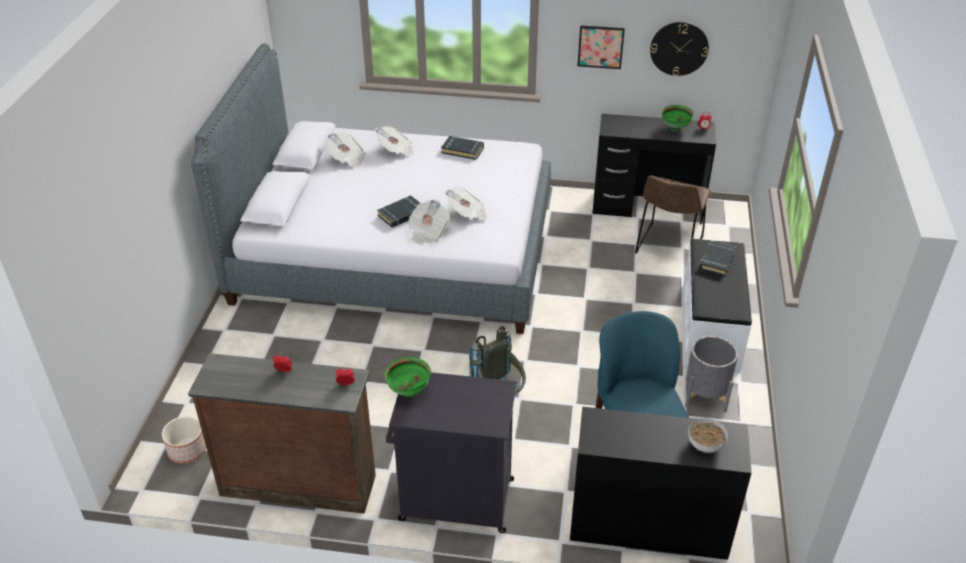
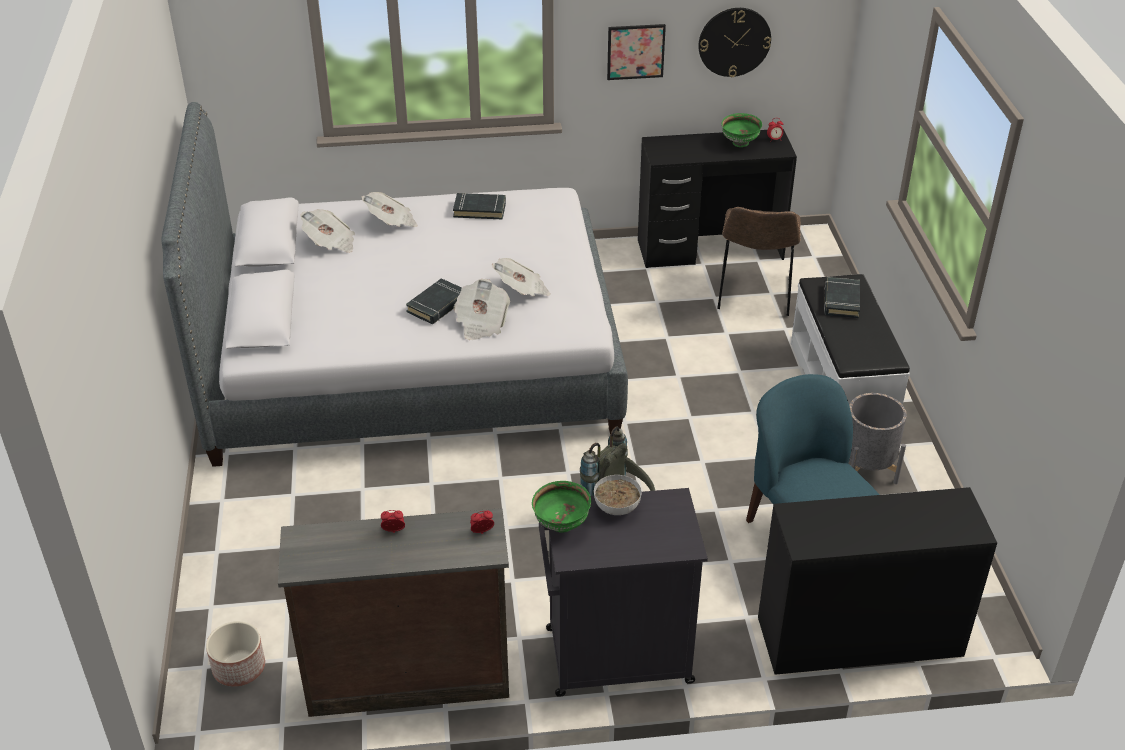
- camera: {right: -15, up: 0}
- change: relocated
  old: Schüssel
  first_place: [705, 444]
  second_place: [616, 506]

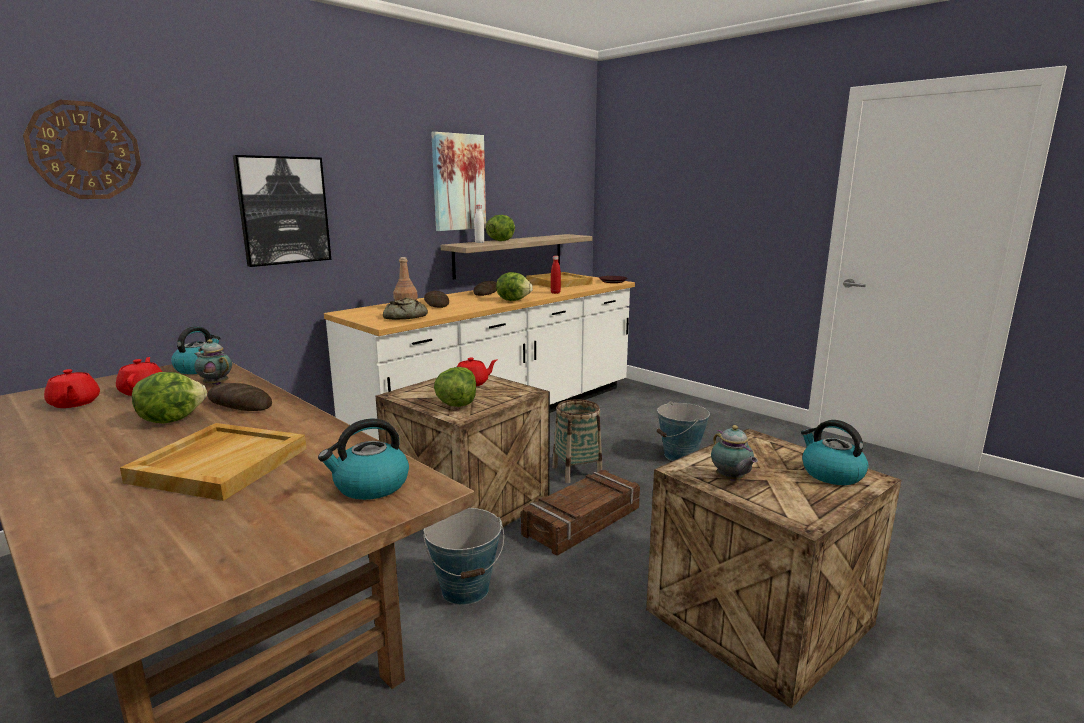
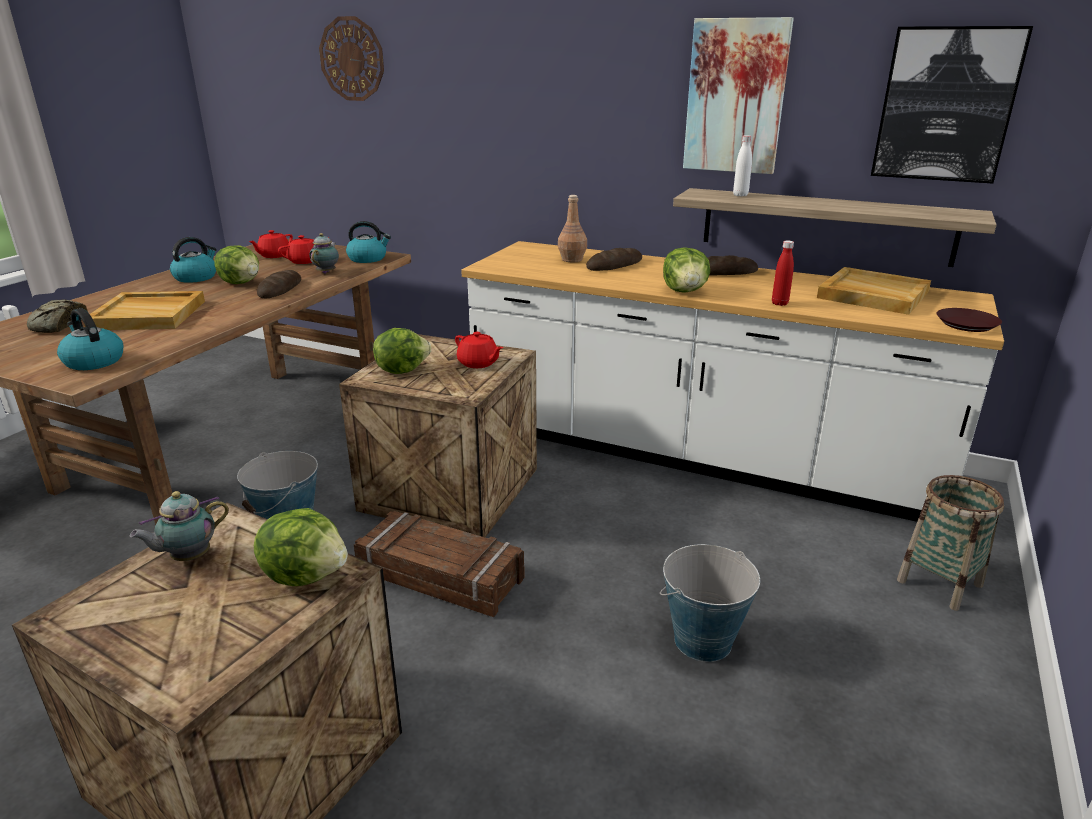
- camera: {right: 70, up: 10}
- change: relocated
  old: Bild
  first_place: [283, 210]
  second_place: [946, 105]
- change: relocated
  old: Brot
  first_place: [404, 317]
  second_place: [57, 325]
- change: relocated
  old: Salatkopf
  first_place: [500, 241]
  second_place: [306, 574]
- change: relocated
  old: Korb
  first_place: [577, 471]
  second_place: [939, 583]
- change: relocated
  old: Wasserkessel
  first_place: [831, 474]
  second_place: [196, 277]

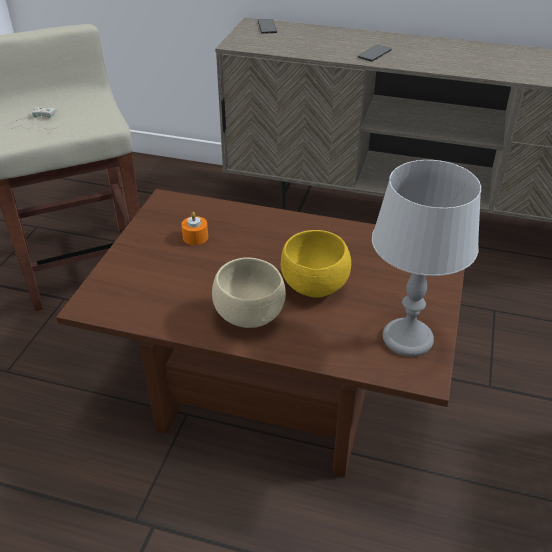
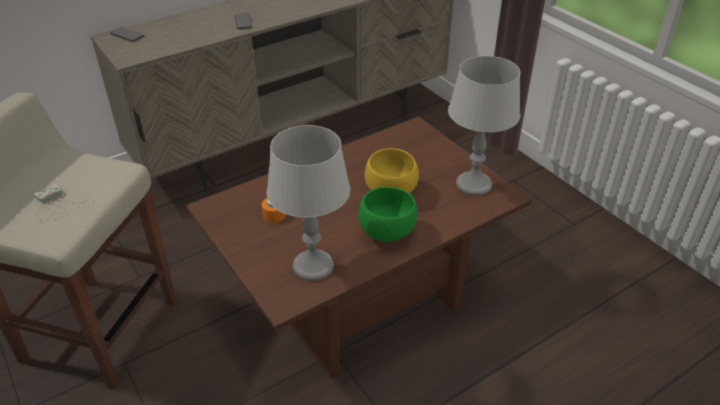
- camera: {right: -50, up: 0}
- change: colour
  old: Schüssel/beige
  new: Schüssel/grün
  first_place: [251, 316]
  second_place: [386, 232]
- change: appeared
  new: Tischlampe/grau
  second_place: [313, 267]

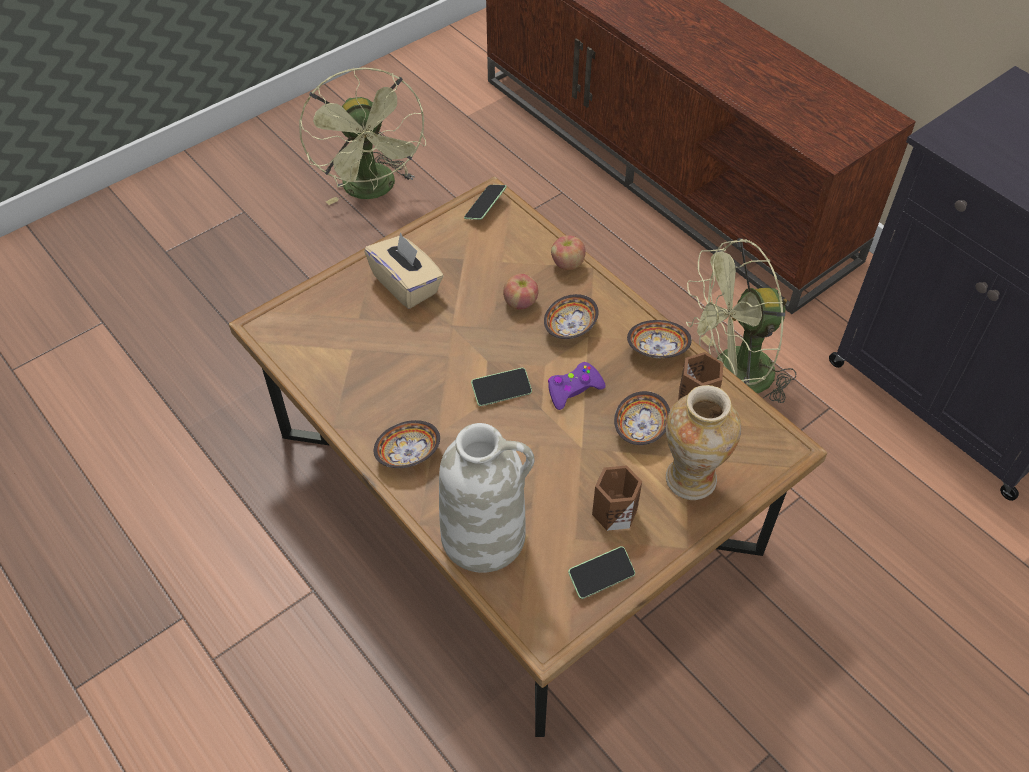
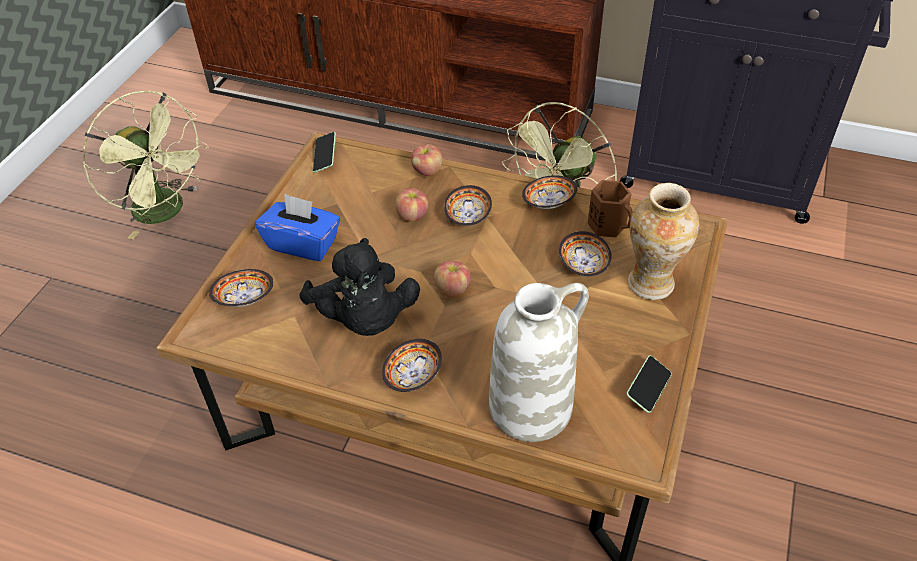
- camera: {right: -30, up: -5}
- change: colour
  old: Taschentuchbox/beige
  new: Taschentuchbox/blau
  first_place: [406, 285]
  second_place: [303, 244]
- change: exchanged
  old: Handy
  new: Apfel
  first_place: [501, 392]
  second_place: [452, 289]
- change: missing
  old: Gamepad/lila
  first_place: [573, 389]
- change: missing
  old: Henkelbecher/braun
  first_place: [612, 510]
- change: appeared
  new: Schüssel
  second_place: [245, 299]
- change: appeared
  new: Plüschtier/schwarz
  second_place: [364, 319]

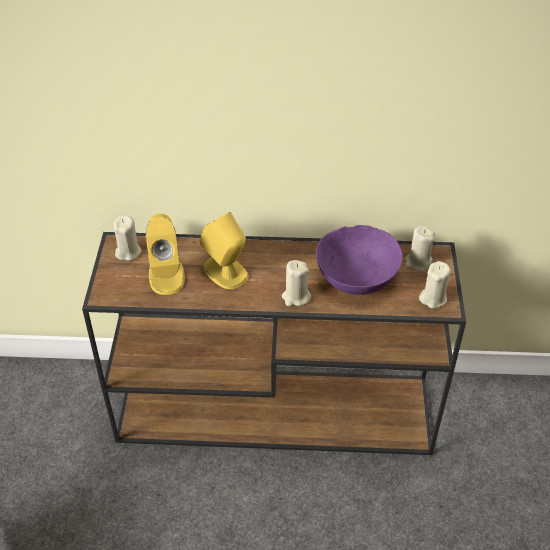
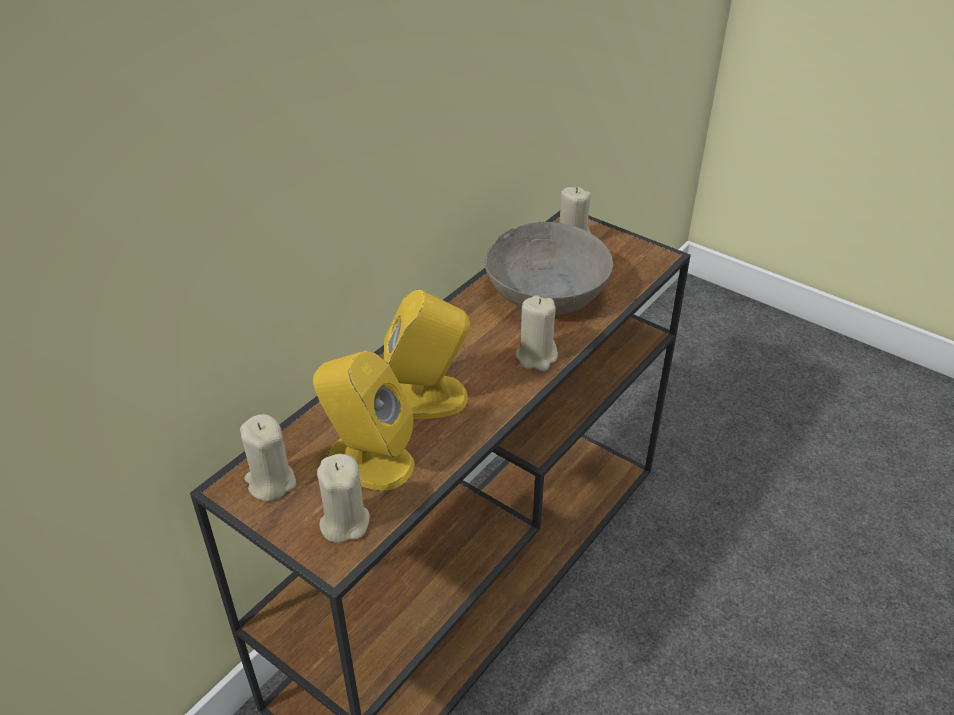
- camera: {right: -55, up: -5}
- change: colour
  old: Schüssel/lila
  new: Schüssel/grau
  first_place: [356, 275]
  second_place: [546, 293]
- change: relocated
  old: Kerze/beige
  first_place: [433, 298]
  second_place: [344, 522]

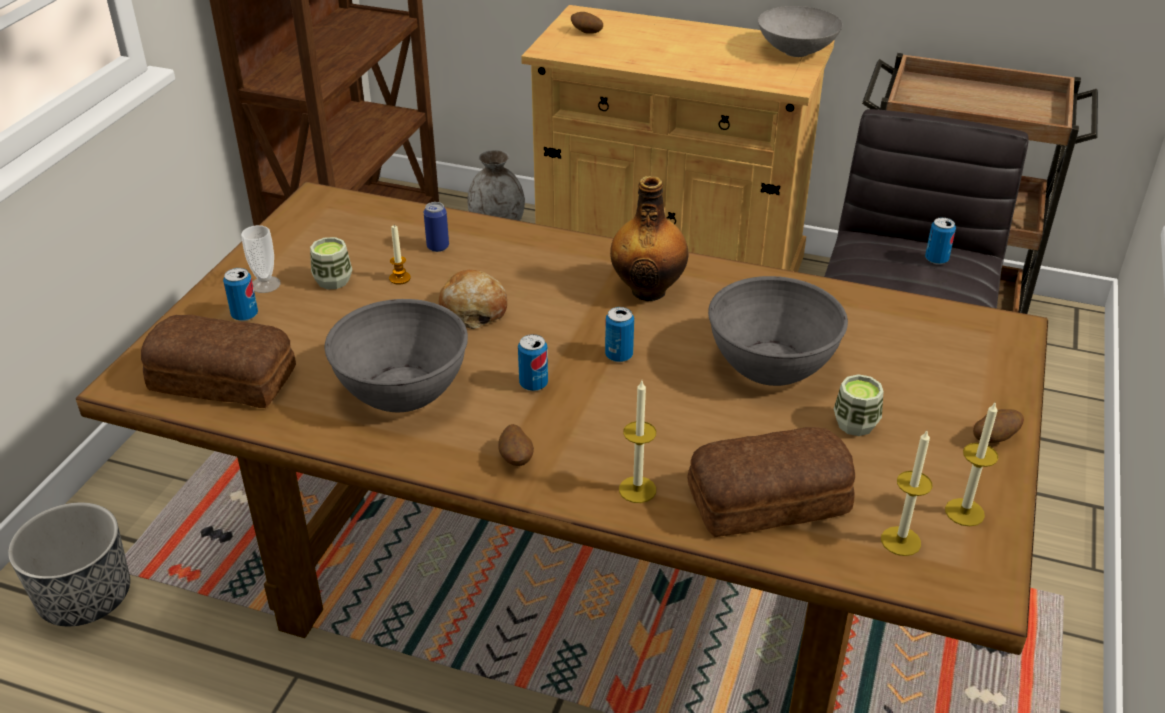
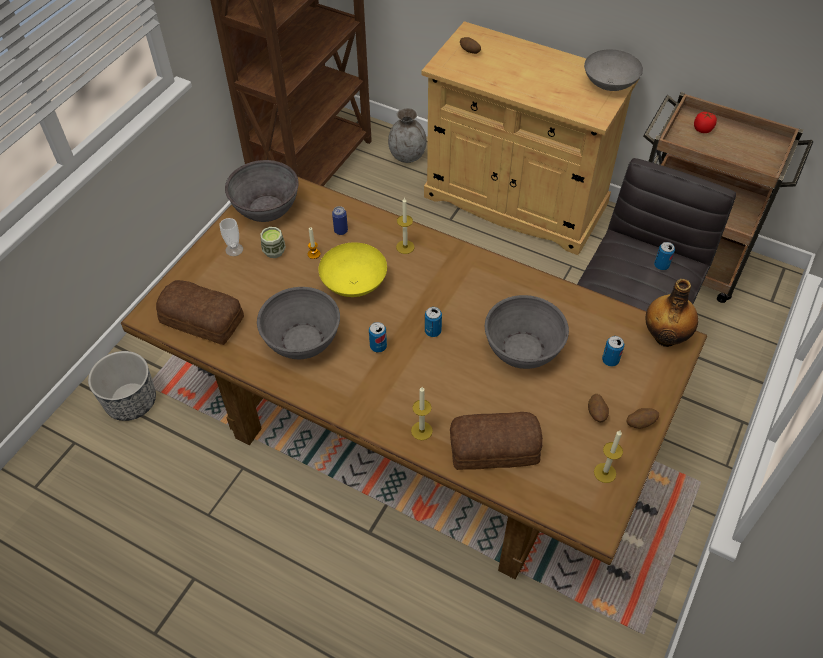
- camera: {right: 10, up: 15}
- change: relocated
  old: Dose
  first_place: [245, 315]
  second_place: [610, 360]
- change: exchanged
  old: Brot
  new: Schüssel/gelb
  first_place: [473, 310]
  second_place: [353, 285]
- change: relocated
  old: Kartoffel
  first_place: [516, 459]
  second_place: [596, 414]
- change: relocated
  old: Flasche
  first_place: [648, 290]
  second_place: [665, 336]
- change: missing
  old: Tasse
  first_place: [855, 424]
- change: relocated
  old: Kerze
  first_place: [900, 541]
  second_place: [405, 247]
- change: appeared
  new: Schüssel/grau
  second_place: [266, 208]
- change: appeared
  new: Tomate
  second_place: [702, 129]

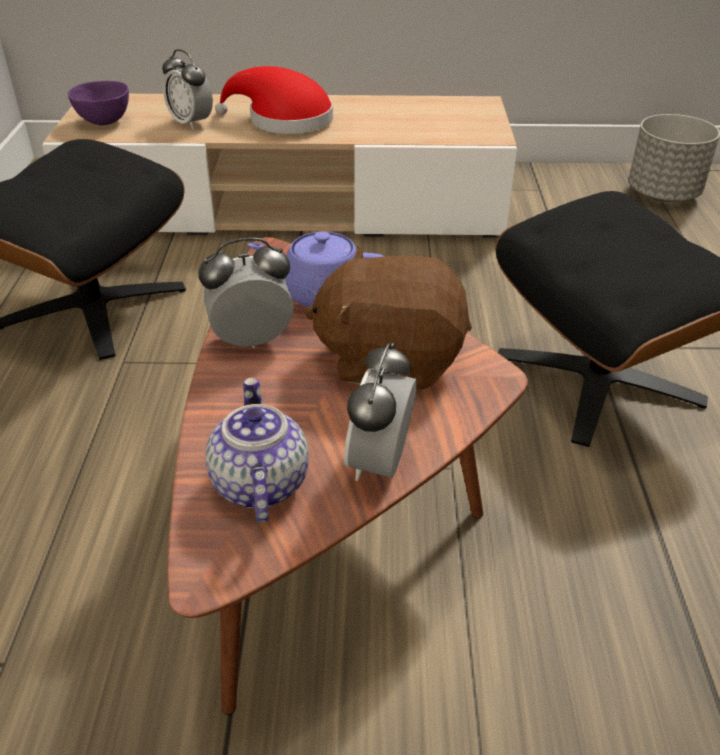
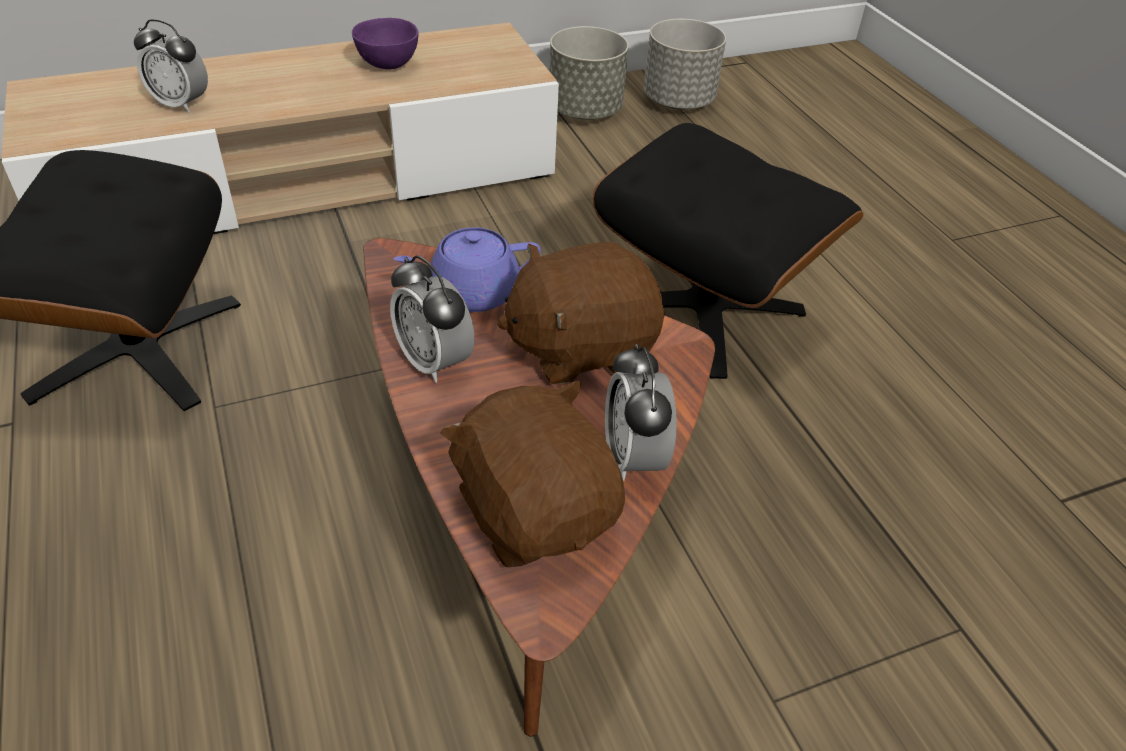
- camera: {right: -25, up: 5}
- change: relocated
  old: Schüssel/lila
  first_place: [104, 122]
  second_place: [388, 65]
- change: spun
  old: Wecker
  first_place: [252, 340]
  second_place: [434, 362]
  degrees: -90
- change: exchanged
  old: Teekanne
  new: Plüschtier/braun
  first_place: [258, 483]
  second_place: [535, 511]
- change: missing
  old: Hut/rot
  first_place: [283, 120]
- change: appeared
  new: Pflanzkübel/grau
  second_place: [585, 111]

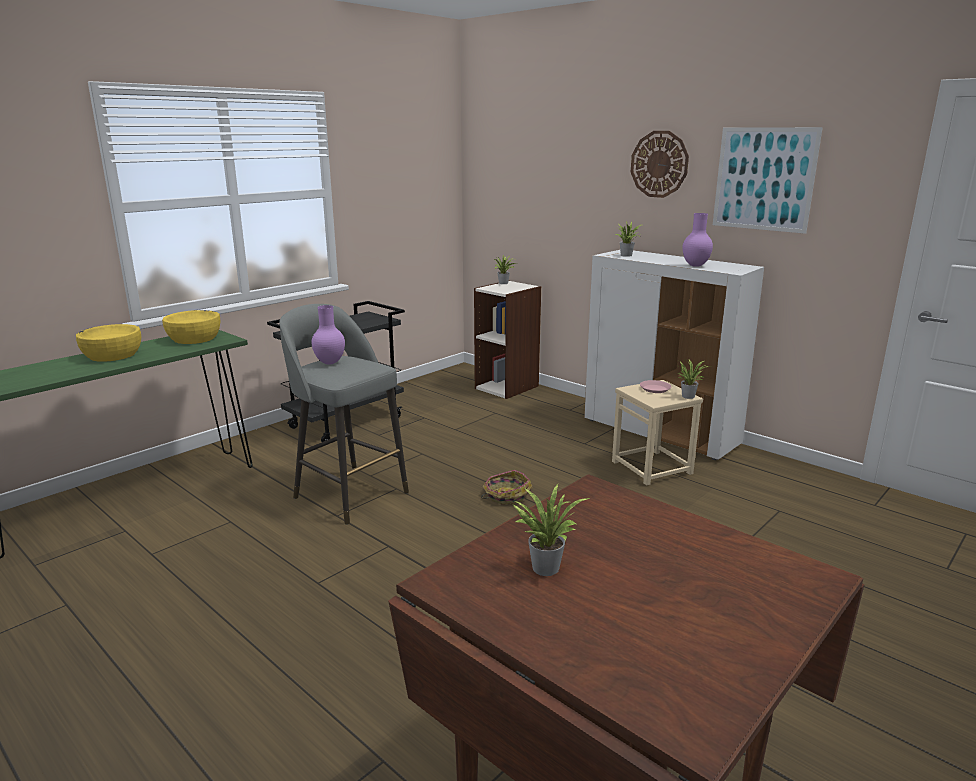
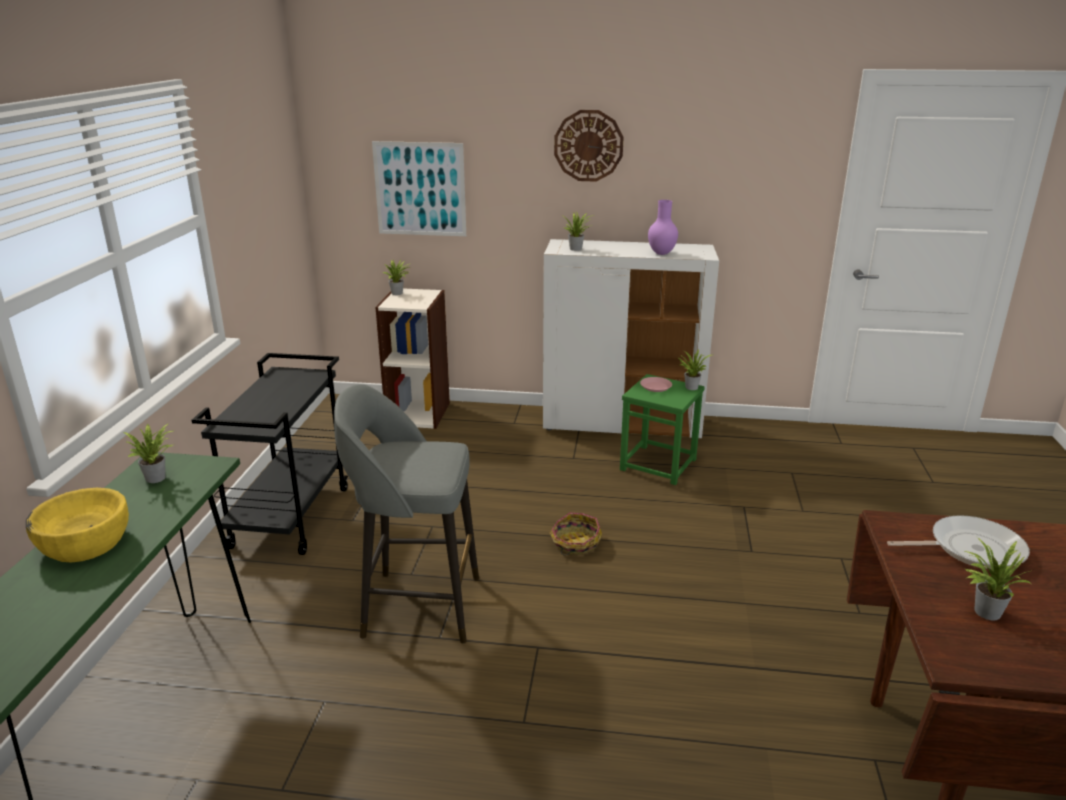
- camera: {right: -35, up: 5}
- change: exchanged
  old: Schüssel/gelb
  new: Topfpflanze
  first_place: [194, 338]
  second_place: [158, 477]
- change: missing
  old: Vase/lila
  first_place: [329, 363]
- change: colour
  old: Hocker/beige
  new: Hocker/grün
  first_place: [652, 467]
  second_place: [658, 464]
- change: relocated
  old: Bild
  first_place: [764, 179]
  second_place: [420, 189]
- change: appeared
  new: Pfanne
  second_place: [970, 549]

